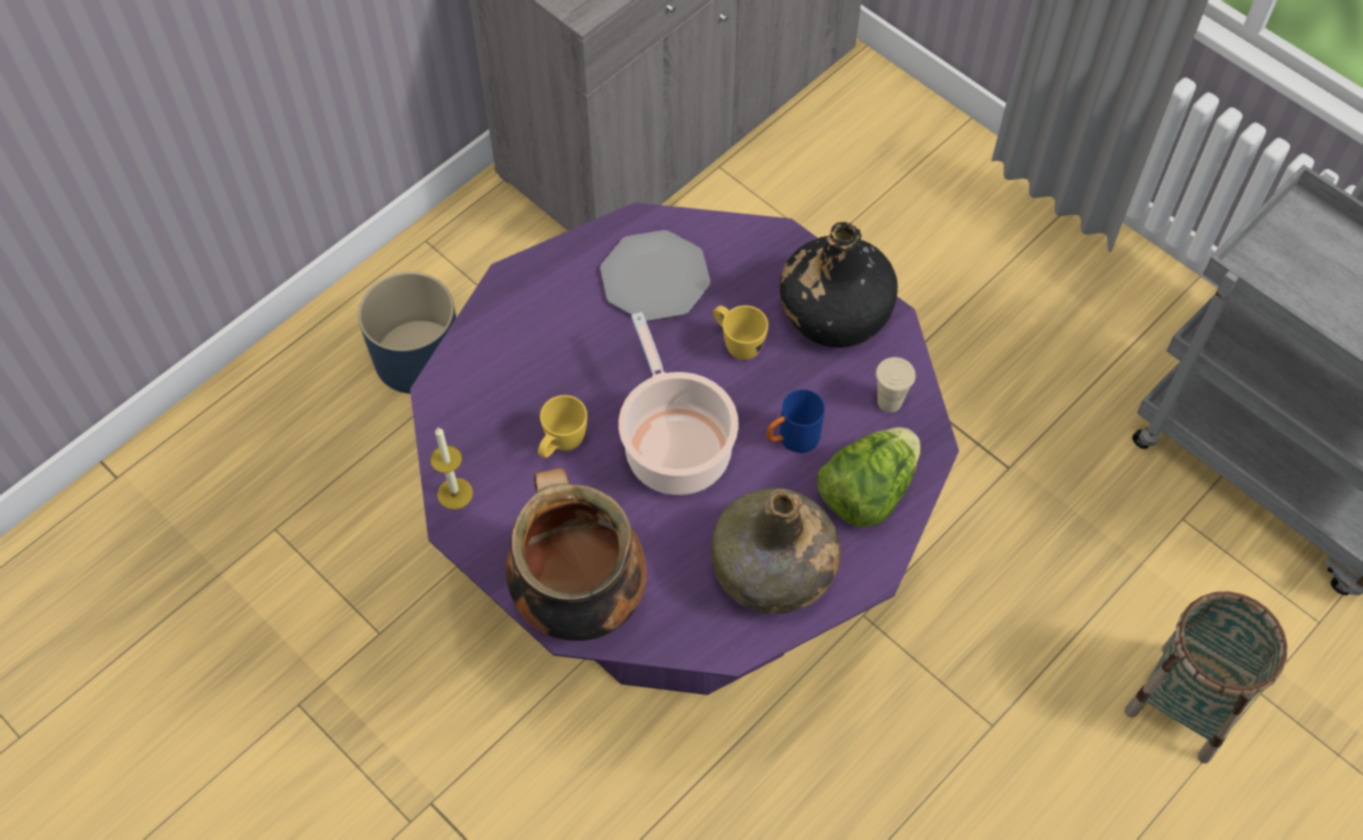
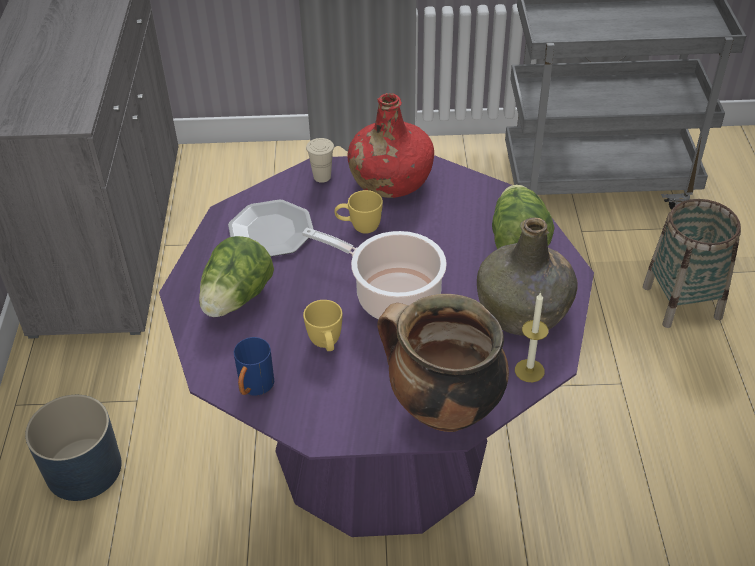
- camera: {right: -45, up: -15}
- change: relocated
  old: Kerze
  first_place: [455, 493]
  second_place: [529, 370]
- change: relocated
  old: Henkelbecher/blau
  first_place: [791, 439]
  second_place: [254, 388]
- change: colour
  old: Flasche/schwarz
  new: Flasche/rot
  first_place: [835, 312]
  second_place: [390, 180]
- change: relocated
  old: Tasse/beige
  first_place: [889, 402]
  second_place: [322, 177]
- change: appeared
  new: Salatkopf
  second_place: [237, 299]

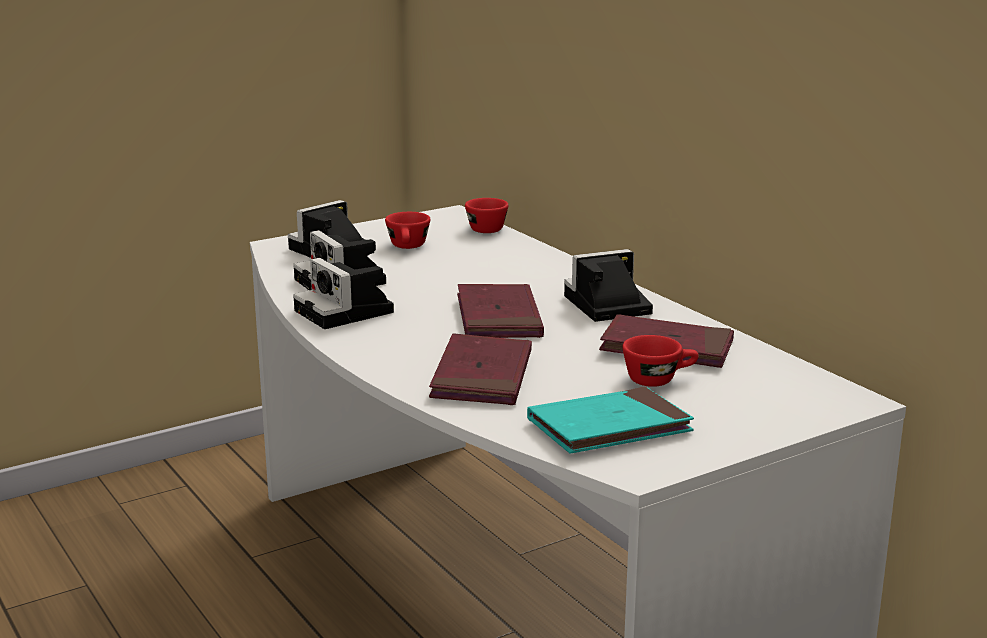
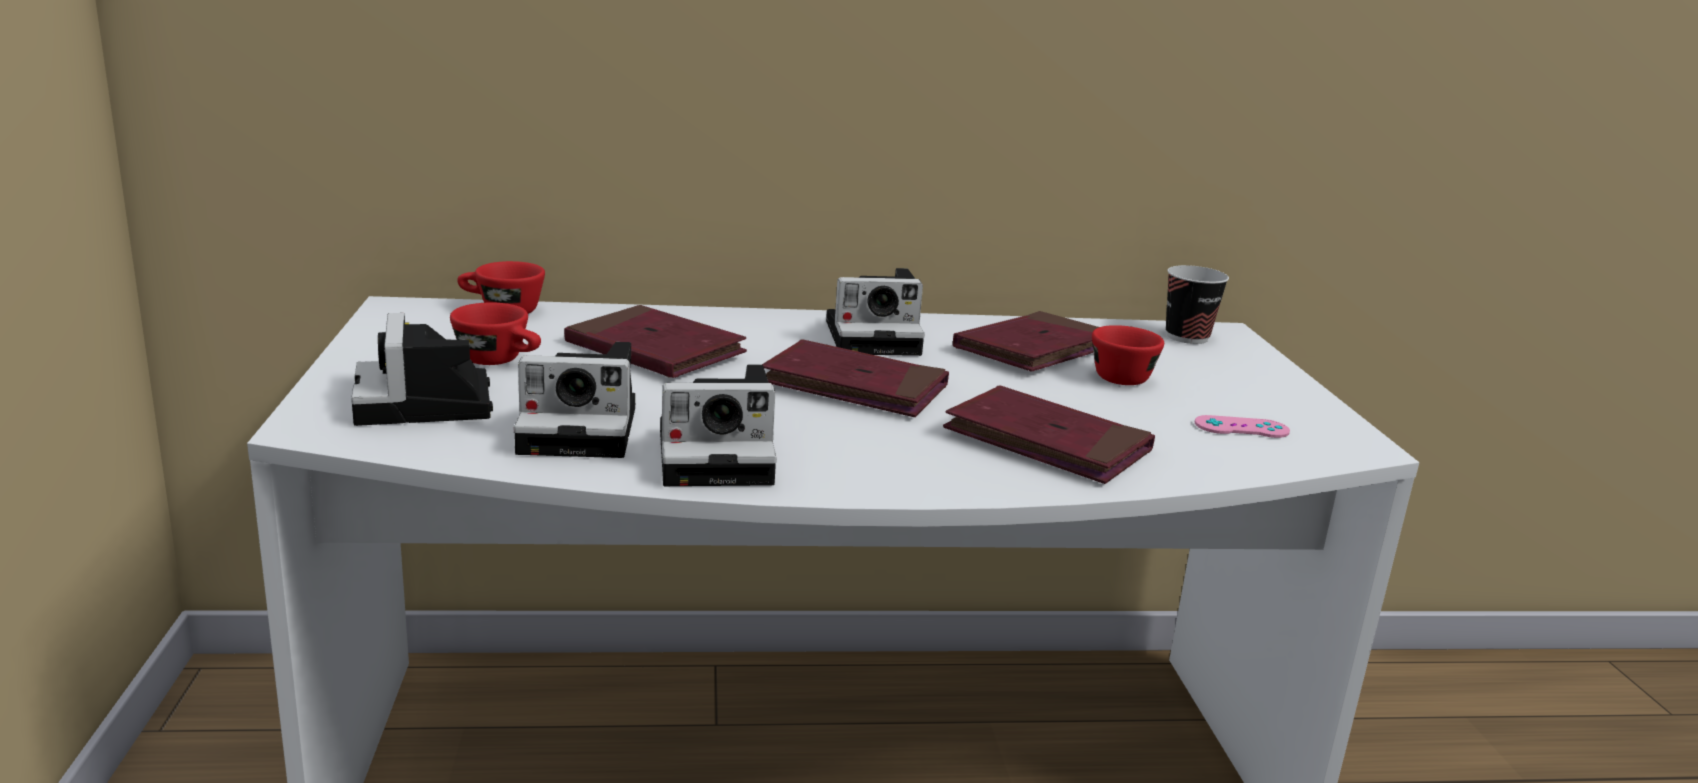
- camera: {right: -65, up: 0}
- change: exchanged
  old: Buch/türkis
  new: Gamepad/rosa
  first_place: [609, 427]
  second_place: [1241, 427]
- change: spun
  old: Kamera
  first_place: [604, 306]
  second_place: [877, 337]
  degrees: -105
- change: appeared
  new: Buch/rot
  second_place: [655, 350]
- change: appeared
  new: Tasse
  second_place: [1187, 337]

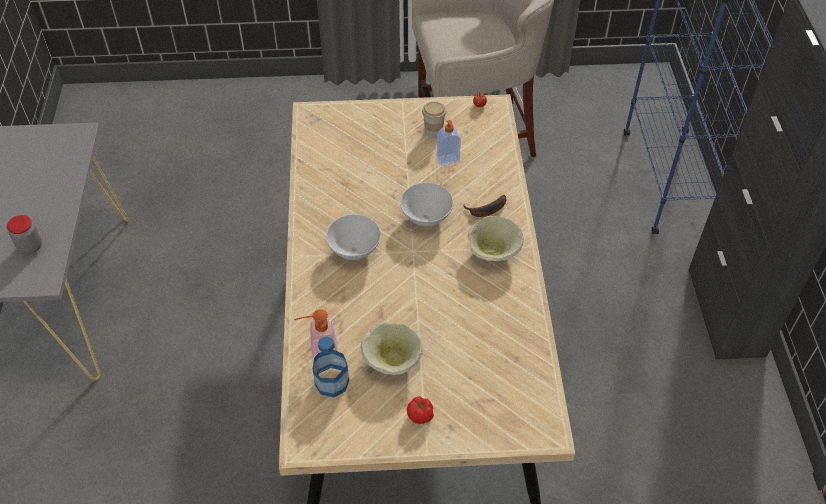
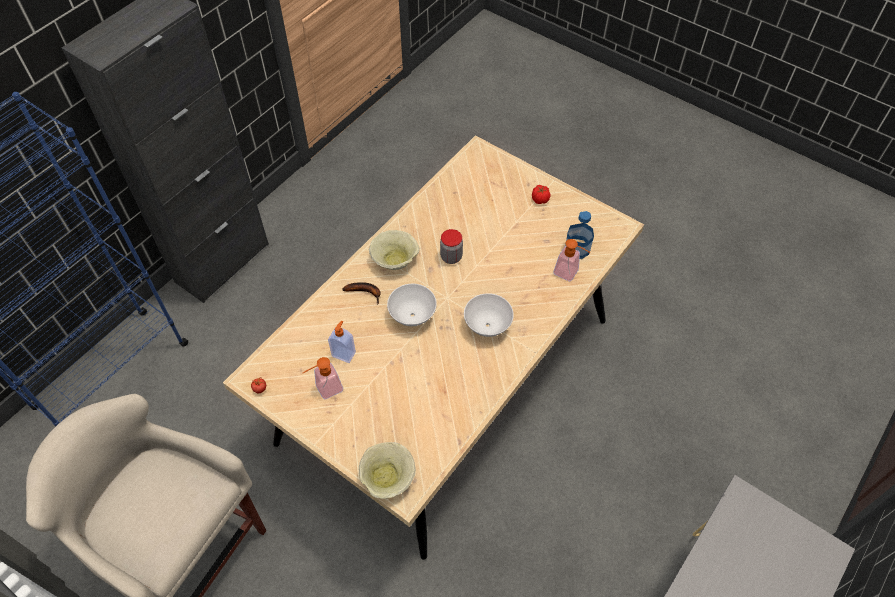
- camera: {right: -140, up: 5}
- change: relocated
  old: Vorratsglas
  first_place: [30, 247]
  second_place: [451, 257]
- change: relocated
  old: Schüssel/beige
  first_place: [391, 360]
  second_place: [388, 478]
- change: exchanged
  old: Tasse
  new: Seifenspender
  first_place: [433, 131]
  second_place: [325, 390]

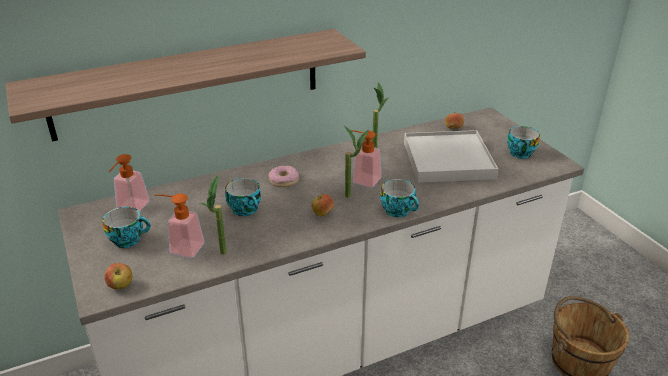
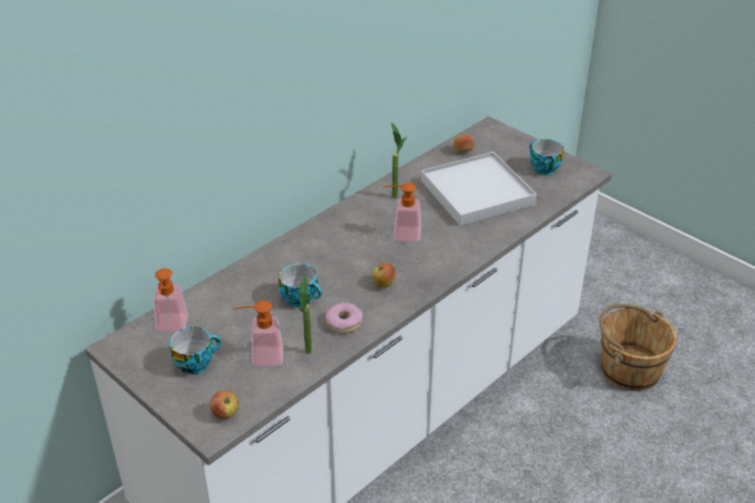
- camera: {right: -20, up: 5}
- change: missing
  old: Wandregal
  first_place: [189, 83]
- change: relocated
  old: Donut
  first_place: [284, 180]
  second_place: [344, 322]
- change: missing
  old: Topfpflanze
  first_place: [353, 196]
- change: missing
  old: Tasse
  first_place: [399, 210]

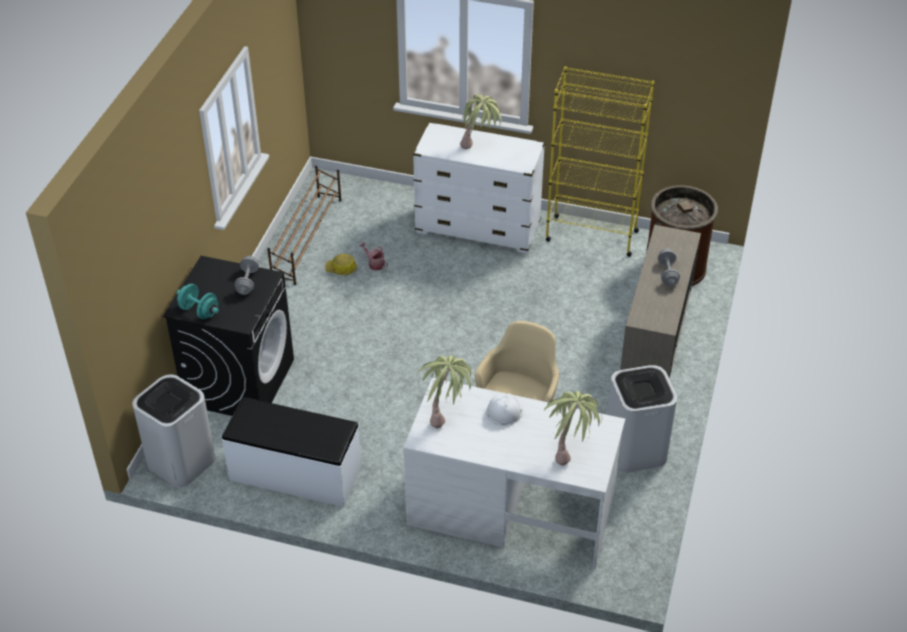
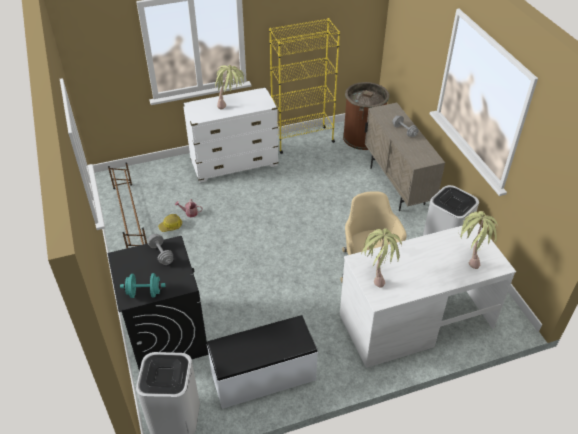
- camera: {right: -35, up: 0}
- change: missing
  old: Schutzhelm/weiß
  first_place: [504, 411]

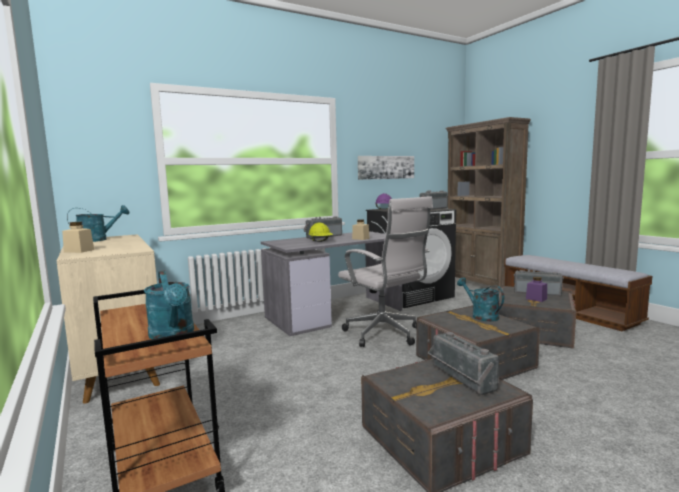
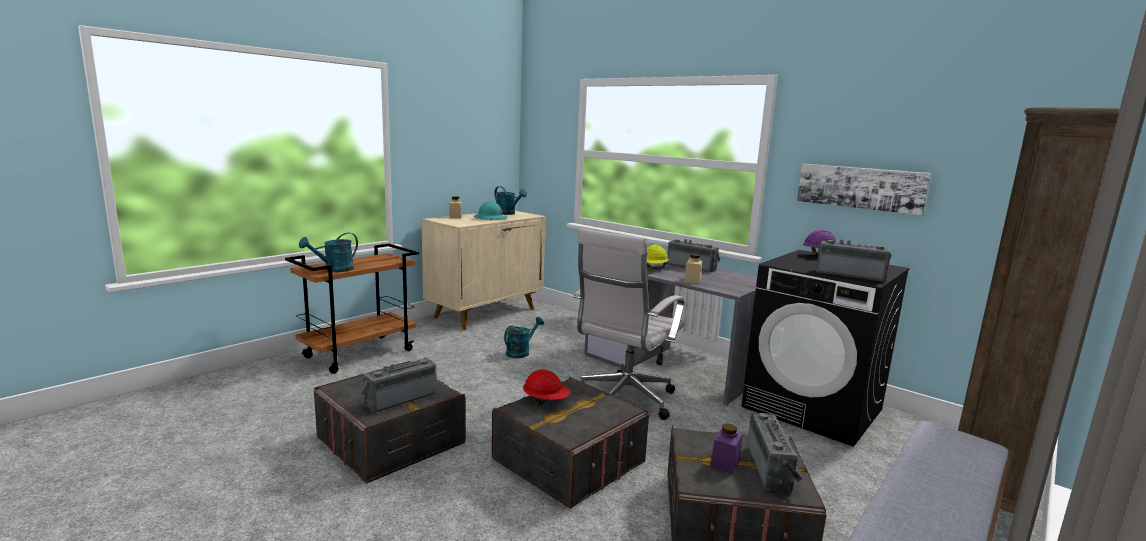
- camera: {right: 70, up: 5}
- change: relocated
  old: Gießkanne/türkis
  first_place: [481, 315]
  second_place: [521, 352]
- change: appeared
  new: Schutzhelm/türkis
  second_place: [490, 218]
- change: appeared
  new: Schutzhelm/rot
  second_place: [546, 401]

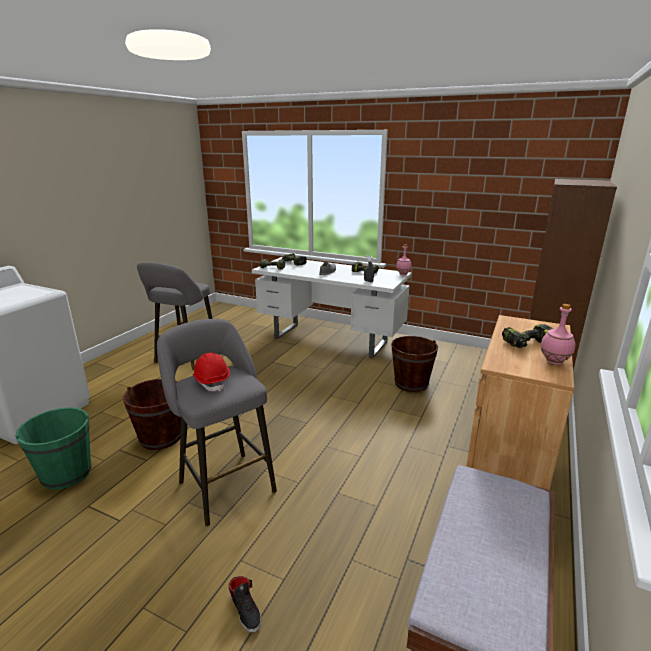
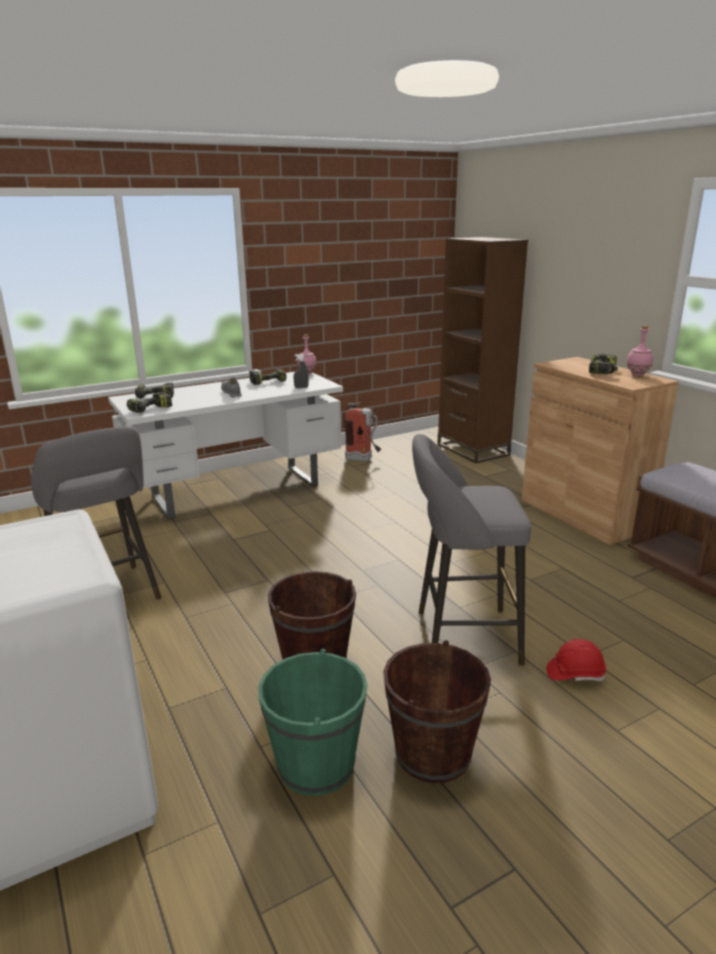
- camera: {right: -55, up: 0}
- change: relocated
  old: Schutzhelm/rot
  first_place: [212, 381]
  second_place: [575, 674]
- change: missing
  old: Schuh/schwarz
  first_place: [246, 610]
- change: relocated
  old: Eimer/braun
  first_place: [411, 383]
  second_place: [433, 753]
- change: appeared
  new: Feuerlöscher
  second_place: [363, 460]

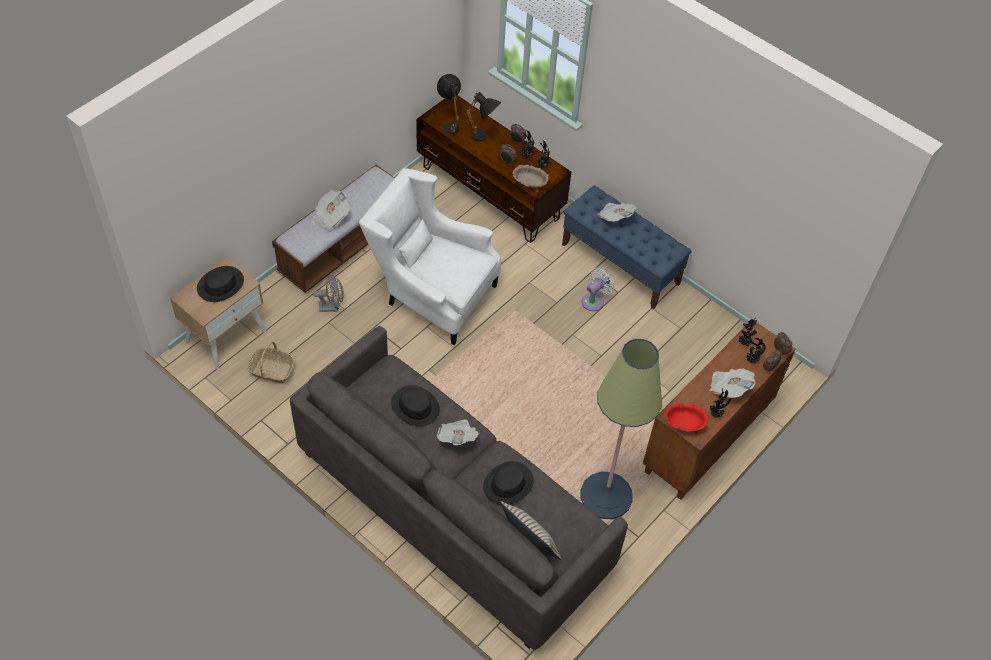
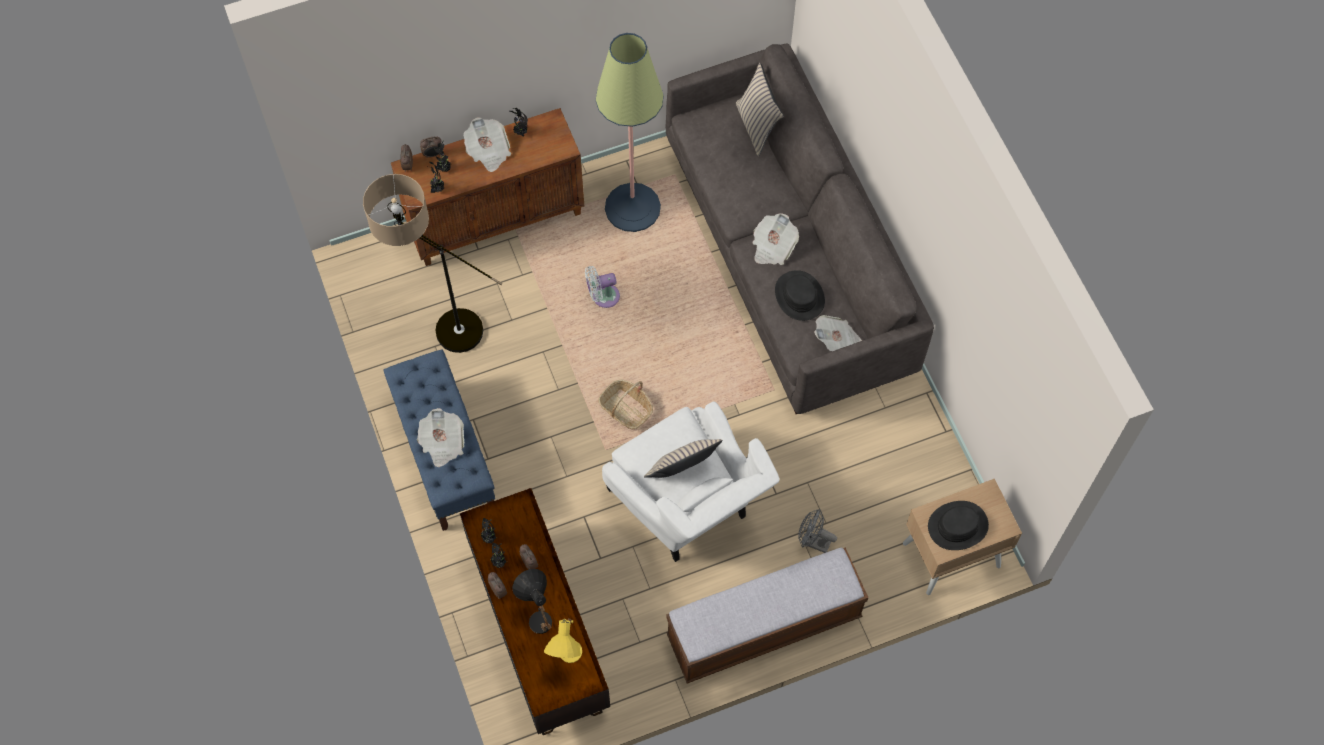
- camera: {right: -150, up: 10}
- change: relocated
  old: Korb
  first_place: [271, 370]
  second_place: [626, 409]
- change: relocated
  old: Zeitung
  first_place: [330, 217]
  second_place: [837, 341]
- change: colour
  old: Tischlampe/schwarz
  new: Tischlampe/gelb
  first_place: [450, 123]
  second_place: [567, 660]
- change: missing
  old: Hut/schwarz
  first_place: [508, 484]
- change: missing
  old: Schüssel/beige
  first_place: [529, 184]
- change: relocated
  old: Ventilator/weiß
  first_place: [594, 301]
  second_place: [603, 297]
- change: missing
  old: Schüssel/rot
  first_place: [683, 425]
- change: appeared
  new: Stehlampe
  second_place: [441, 327]
- change: appeared
  new: Kissen/beige
  second_place: [682, 471]

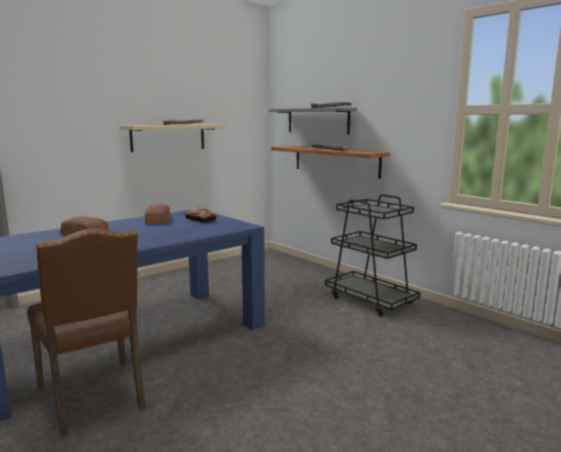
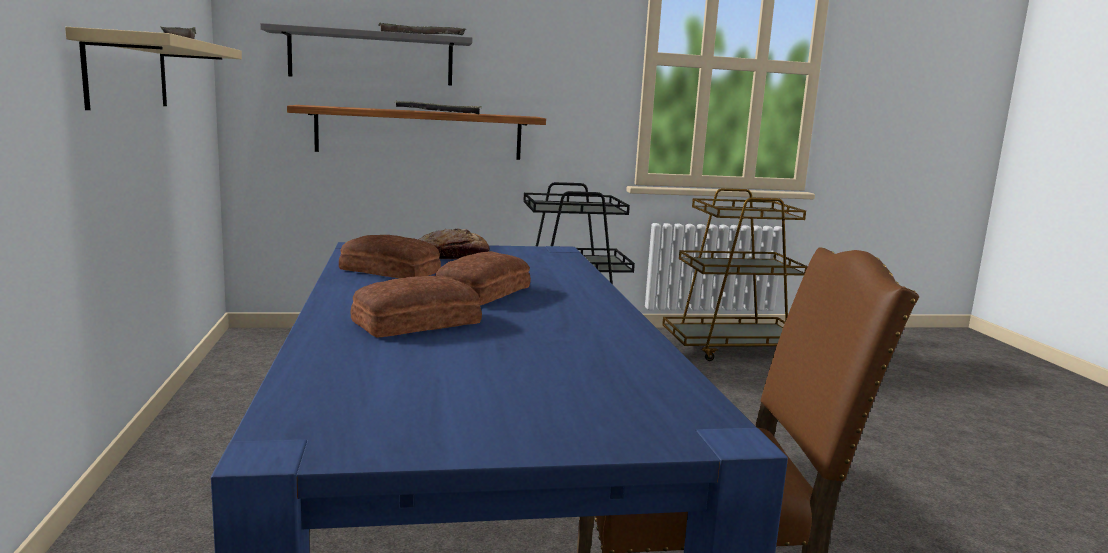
- camera: {right: -60, up: 0}
- change: appeared
  new: Brot
  second_place: [480, 292]
- change: appeared
  new: Rollwagen/braun
  second_place: [732, 348]

